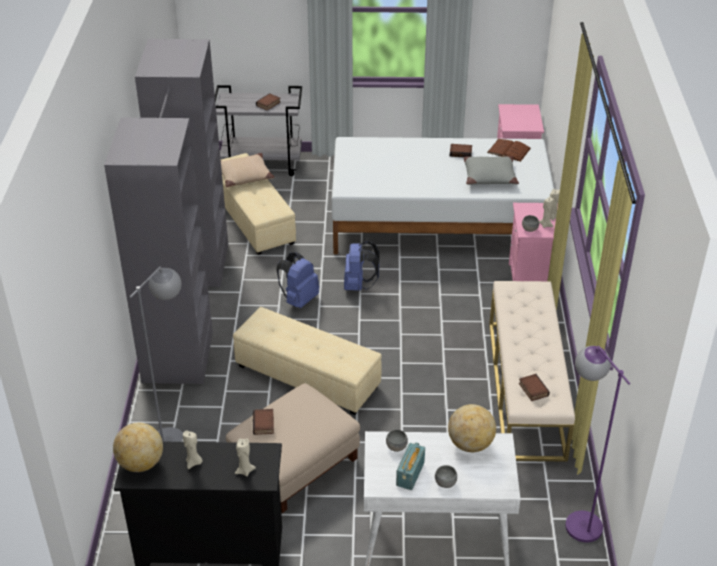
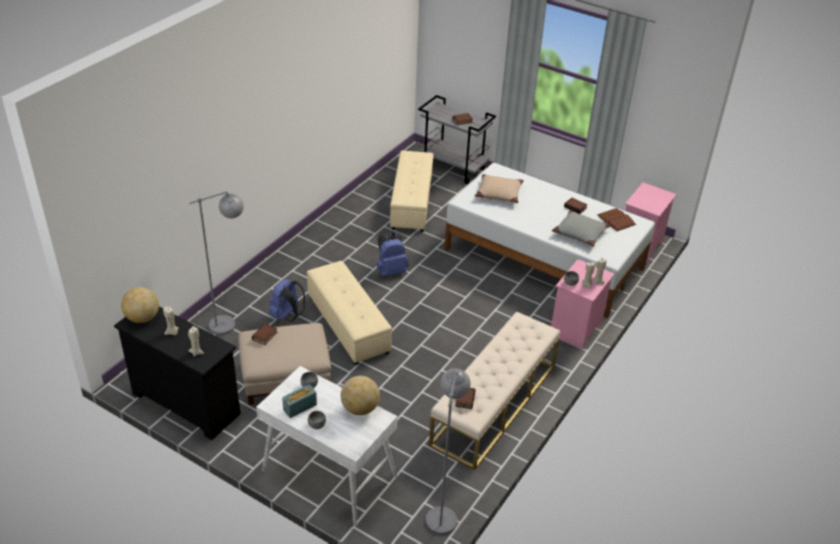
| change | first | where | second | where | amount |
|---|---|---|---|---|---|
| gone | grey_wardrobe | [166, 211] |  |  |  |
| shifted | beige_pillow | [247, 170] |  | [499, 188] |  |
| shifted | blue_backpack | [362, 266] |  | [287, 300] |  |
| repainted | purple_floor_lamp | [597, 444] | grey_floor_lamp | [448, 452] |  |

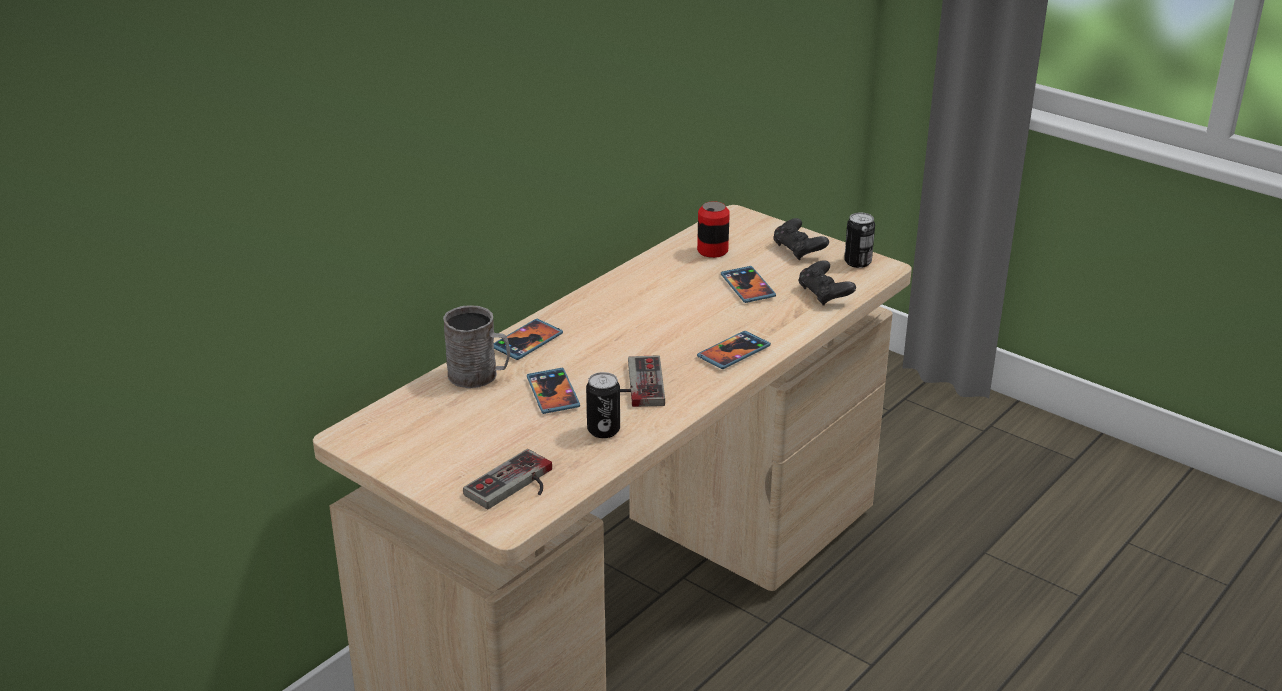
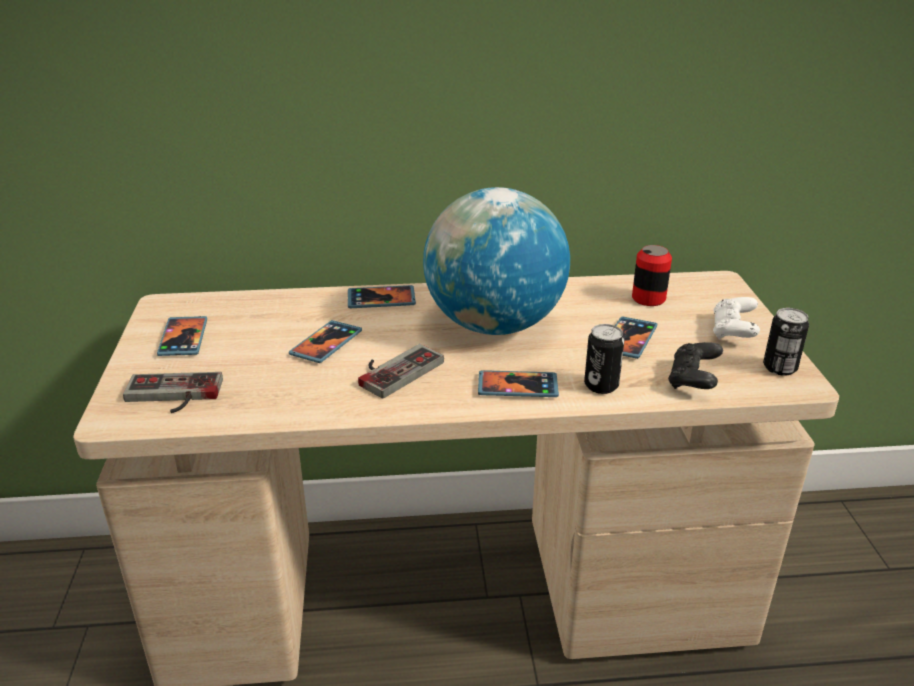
| change | first | where | second | where | amount |
|---|---|---|---|---|---|
| gone | grey_mug | [476, 346] |  |  |  |
| new |  |  | phone | [182, 336] |  |
| new |  |  | globe | [496, 261] |  |
| shifted | can | [603, 405] |  | [604, 359] |  |
| repainted | black_game_controller | [801, 239] | white_game_controller | [736, 318] |  |

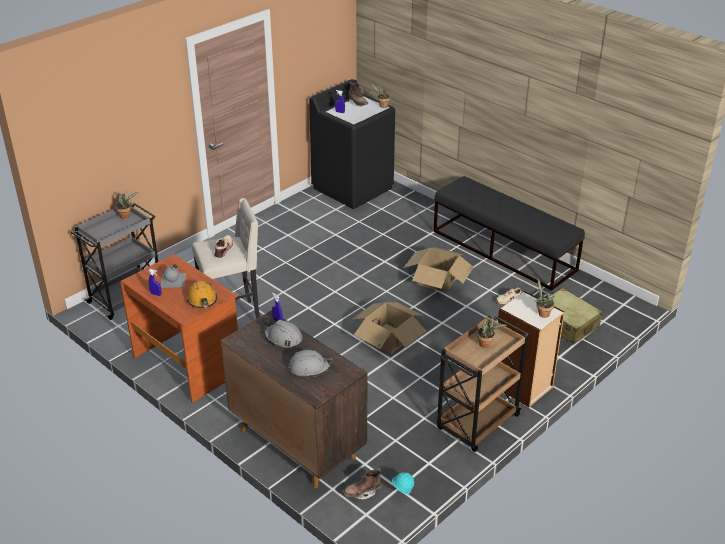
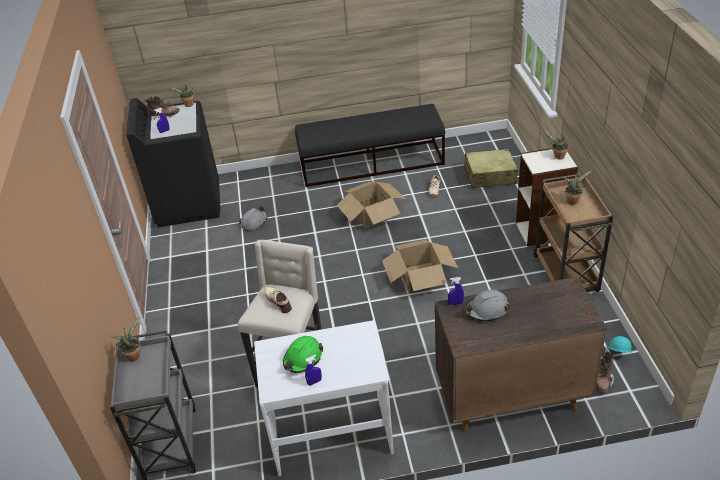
| change | first | where | second | where | amount |
|---|---|---|---|---|---|
| gone | orange_hard_hat | [201, 294] |  |  |  |
| shifted | grey_hard_hat | [310, 364] |  | [253, 218] |  |
| swapped | grey_bottle | [173, 276] | green_hard_hat | [303, 354] |  |
| repainted | brown_desk | [179, 328] | white_desk | [324, 398] |  |

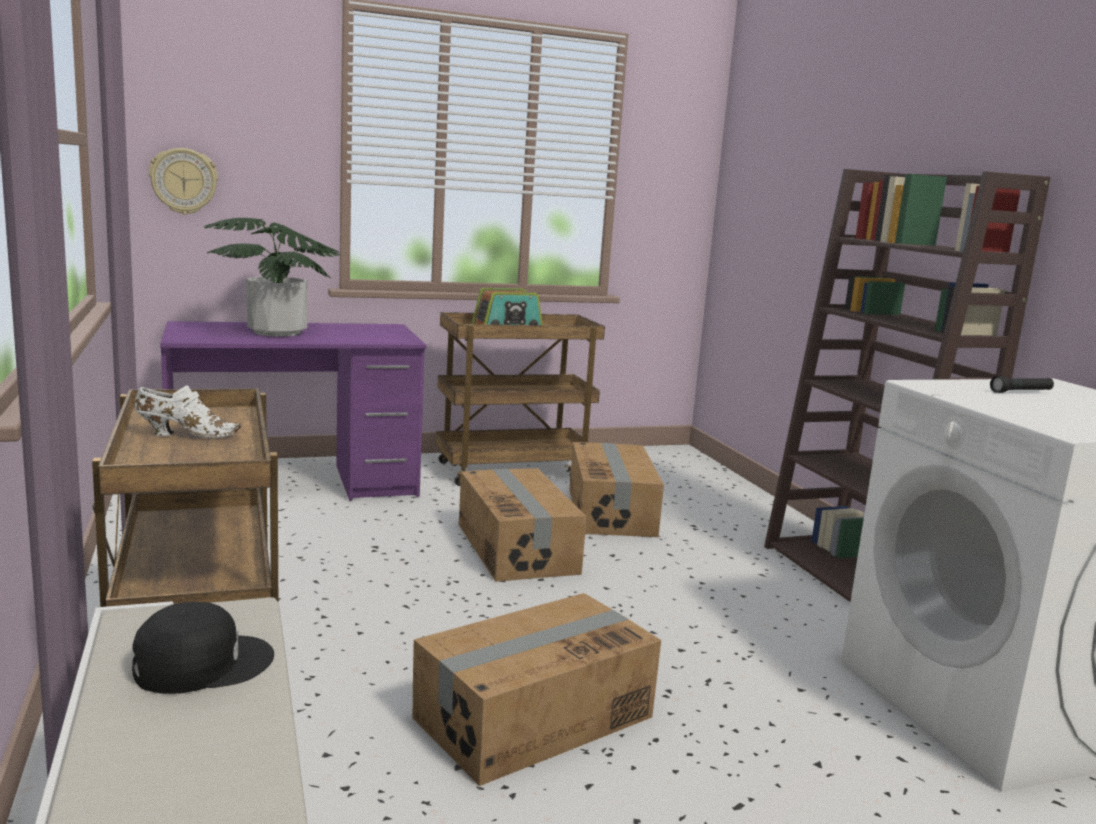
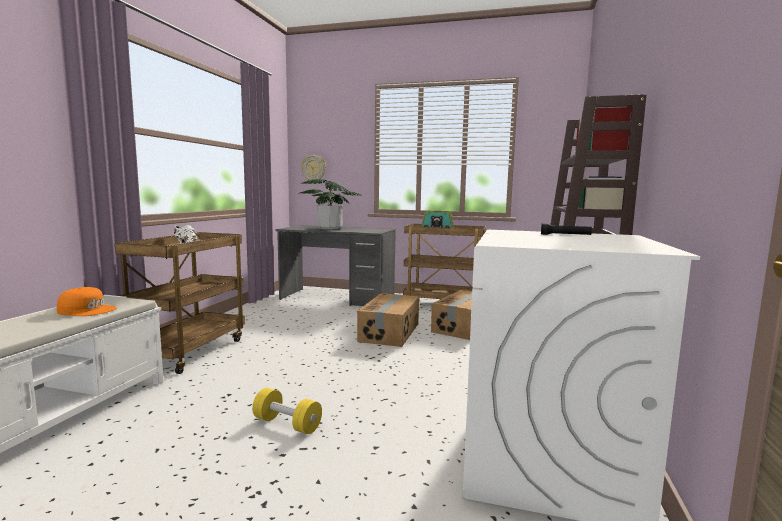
| change | first | where | second | where | amount |
|---|---|---|---|---|---|
| gone | cardboard_box | [537, 689] |  |  |  |
| new |  |  | yellow_dumbbell | [287, 411] |  |
| repainted | black_cap | [203, 648] | orange_cap | [87, 301] |  |
| repainted | purple_desk | [293, 411] | grey_desk | [336, 265] |  |

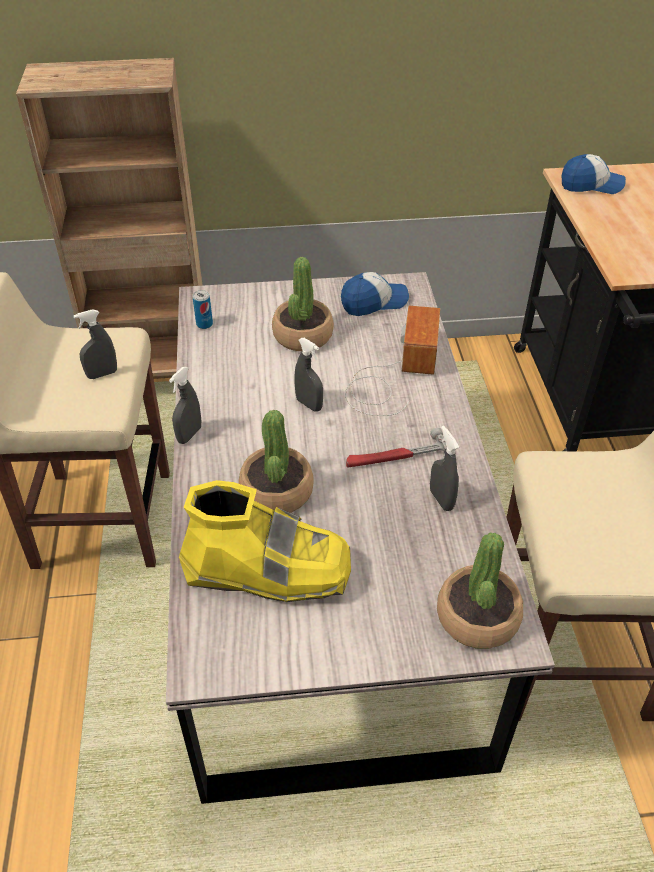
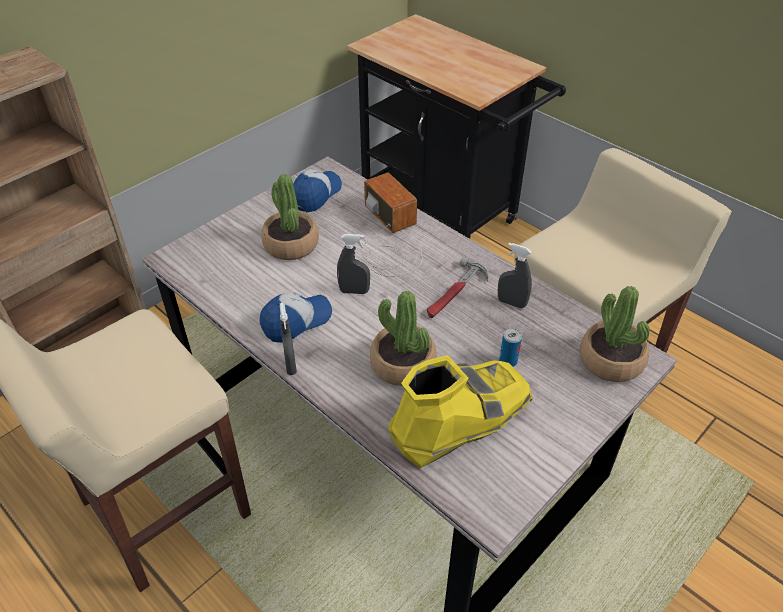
| change | first | where | second | where | amount |
|---|---|---|---|---|---|
| gone | grey_spray_bottle | [95, 344] |  |  |  |
| shifted | can | [202, 309] |  | [510, 347] |  |
| shifted | cap | [593, 174] |  | [296, 317] |  |

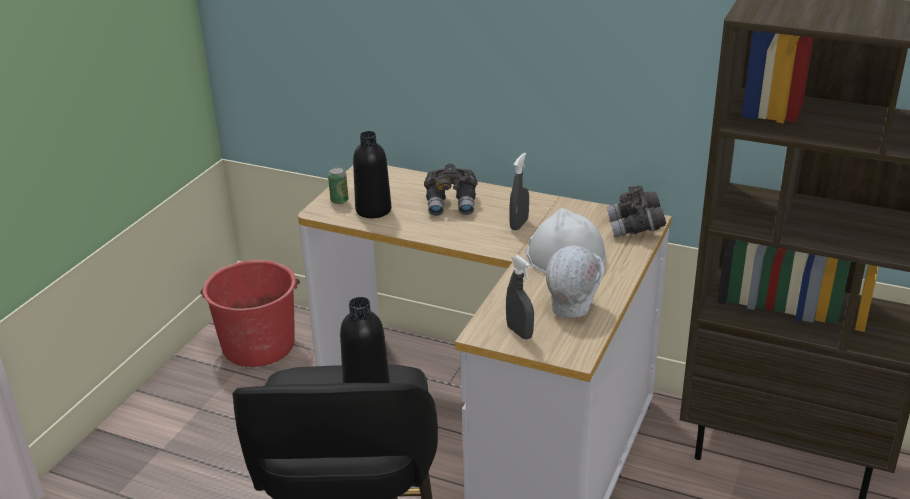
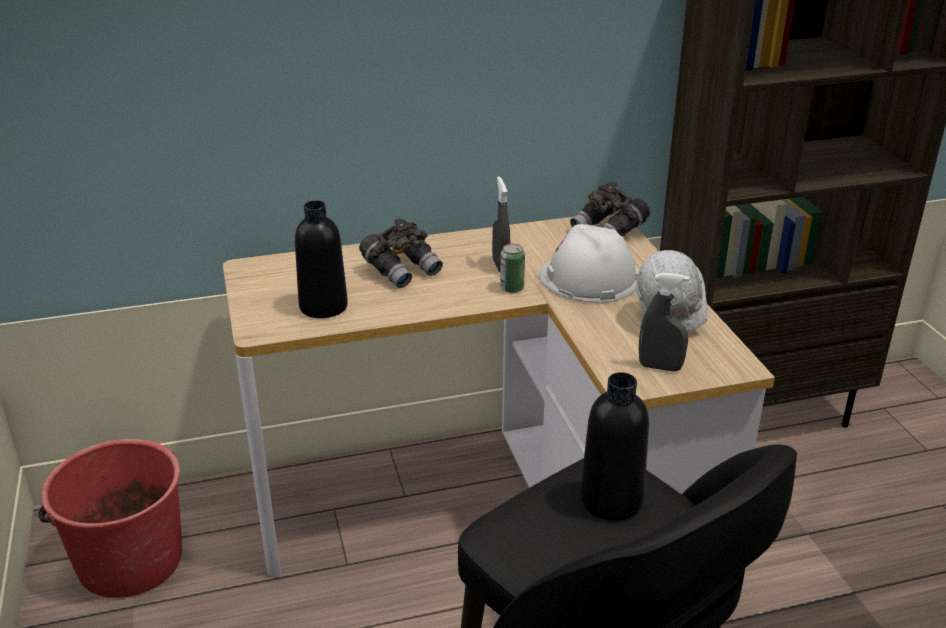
| change | first | where | second | where | amount |
|---|---|---|---|---|---|
| shifted | can | [338, 185] |  | [512, 268] |  |

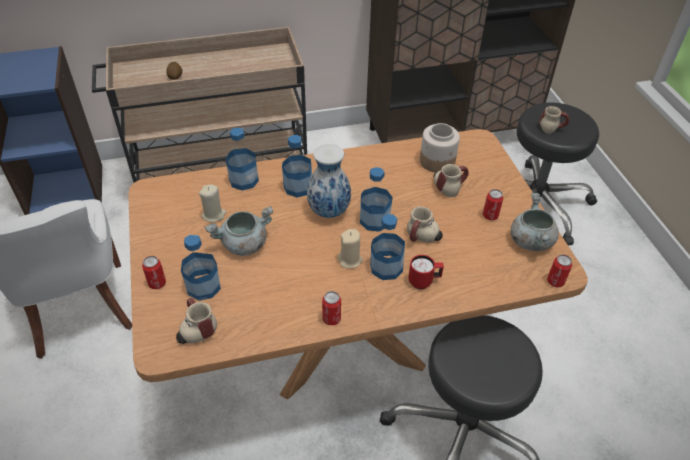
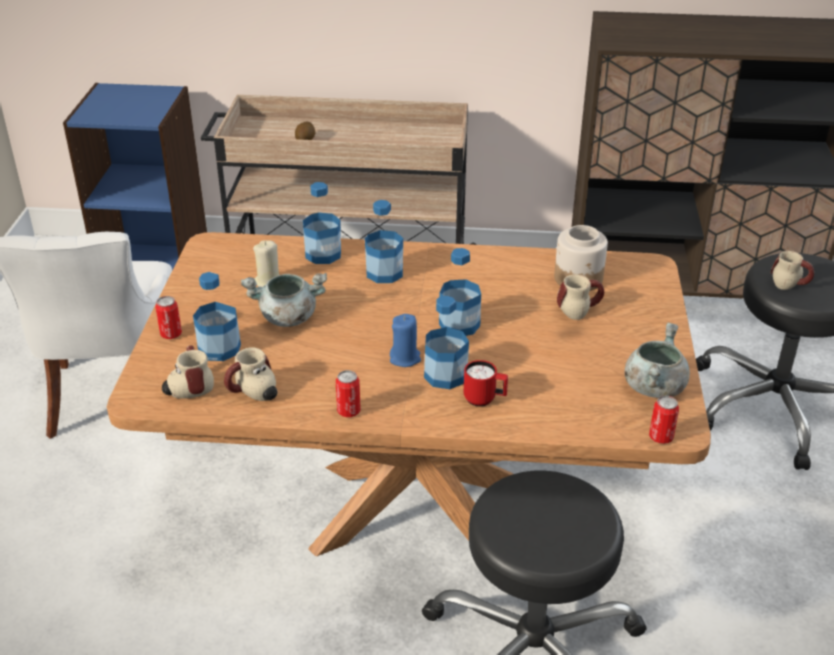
| change | first | where | second | where | amount |
|---|---|---|---|---|---|
| gone | vase | [329, 181] |  |  |  |
| gone | can | [493, 204] |  |  |  |
| shifted | mug | [425, 224] |  | [250, 374] |  |
| repainted | beige_candle | [350, 248] | blue_candle | [405, 340] |  |

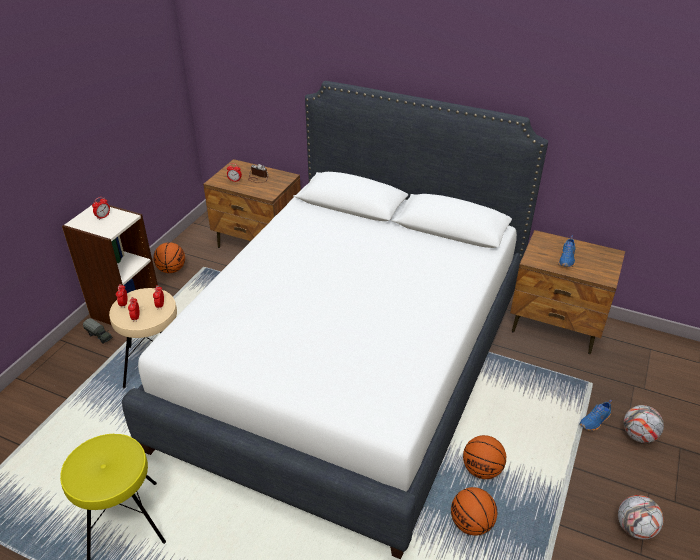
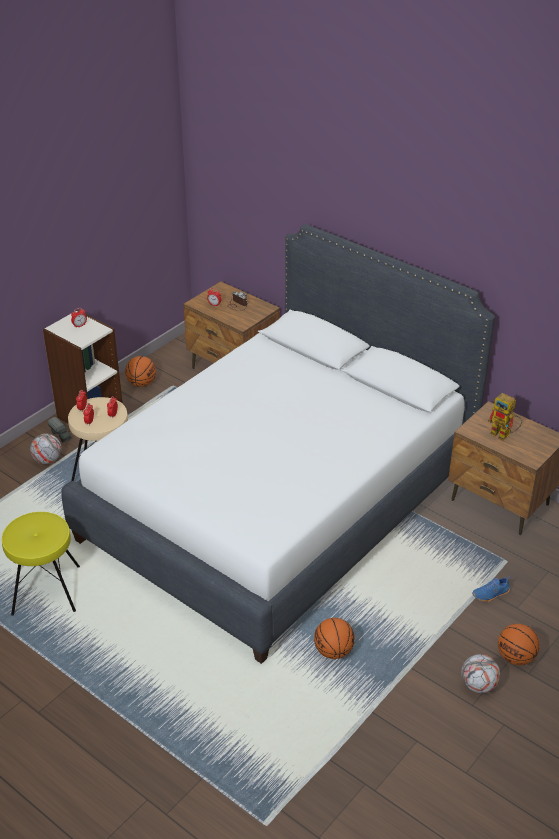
| change | first | where | second | where | amount |
|---|---|---|---|---|---|
| shifted | basketball | [484, 457] |  | [519, 644] |  |
| shifted | football | [644, 424] |  | [46, 449] |  |
| swapped | blue_shoe | [567, 251] | toy_robot | [504, 417] |  |

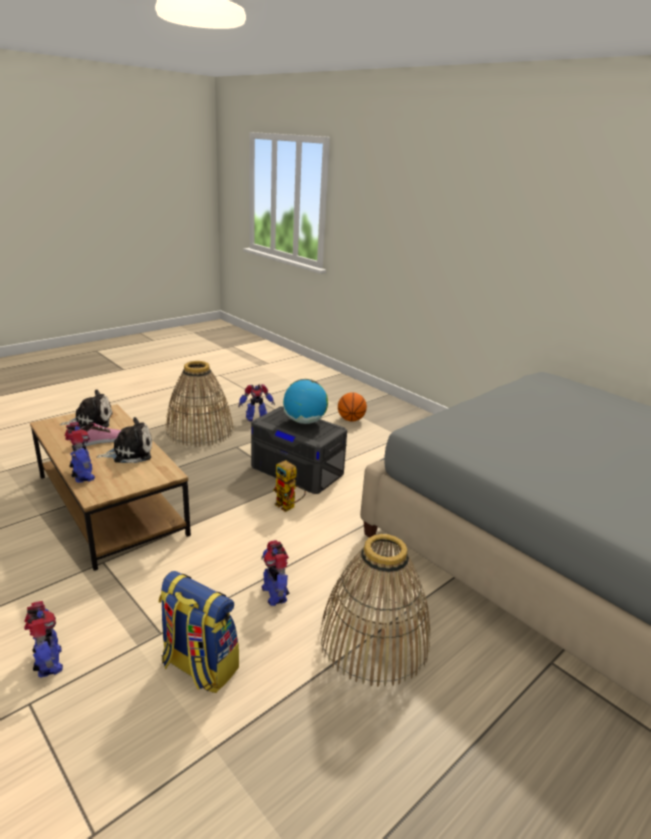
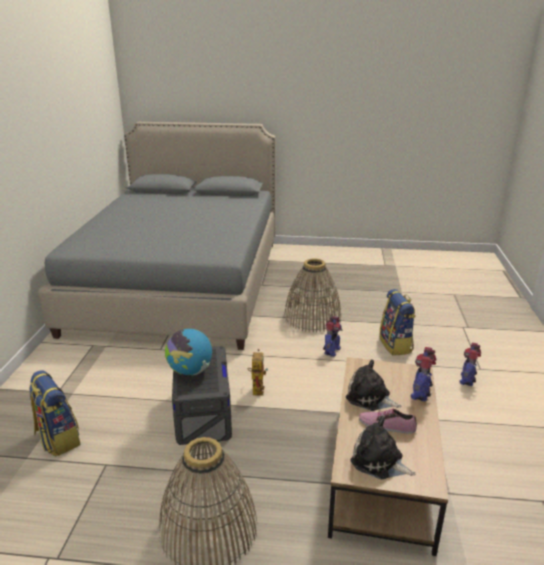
| change | first | where | second | where | amount |
|---|---|---|---|---|---|
| gone | toy_robot | [256, 403] |  |  |  |
| swapped | basketball | [352, 406] | backpack | [55, 413] |  |

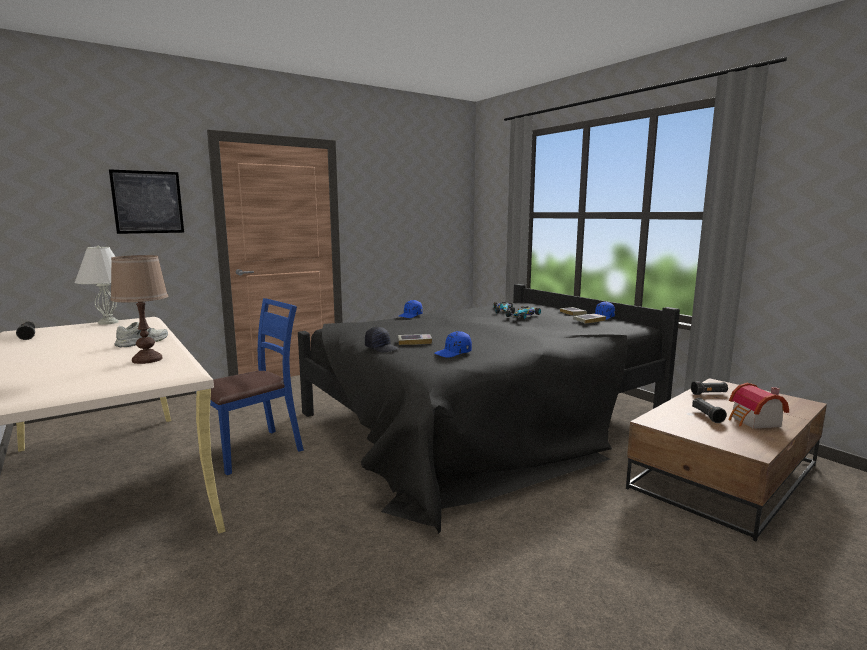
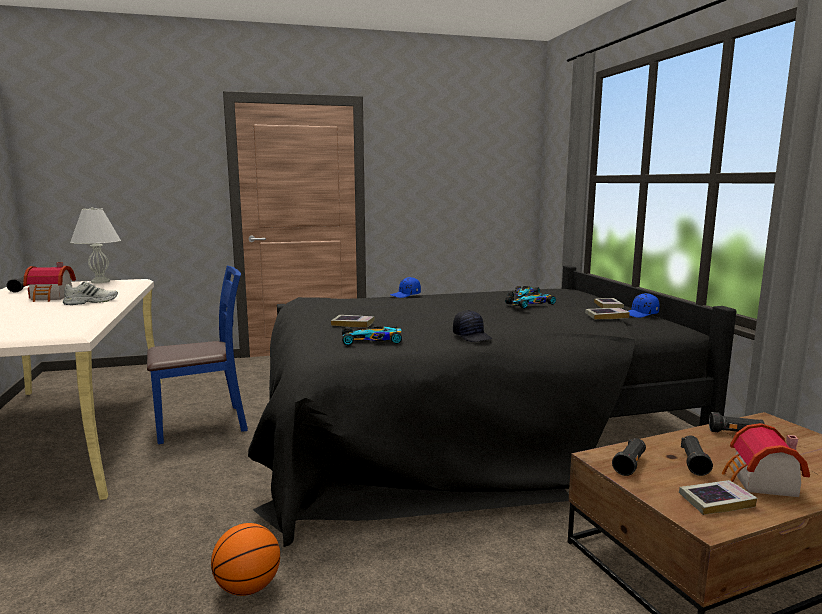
| change | first | where | second | where | amount |
|---|---|---|---|---|---|
| gone | picture | [146, 201] |  |  |  |
| gone | brown_table_lamp | [139, 309] |  |  |  |
| new |  |  | toy_house | [49, 282] |  |
| new |  |  | basketball | [245, 559] |  |
| new |  |  | black_flashlight | [629, 457] |  |
| new |  |  | book | [718, 497] |  |
| shifted | black_cap | [382, 340] |  | [472, 326] |  |
| swapped | blue_cap | [453, 344] | toy_car | [372, 335] |  |

